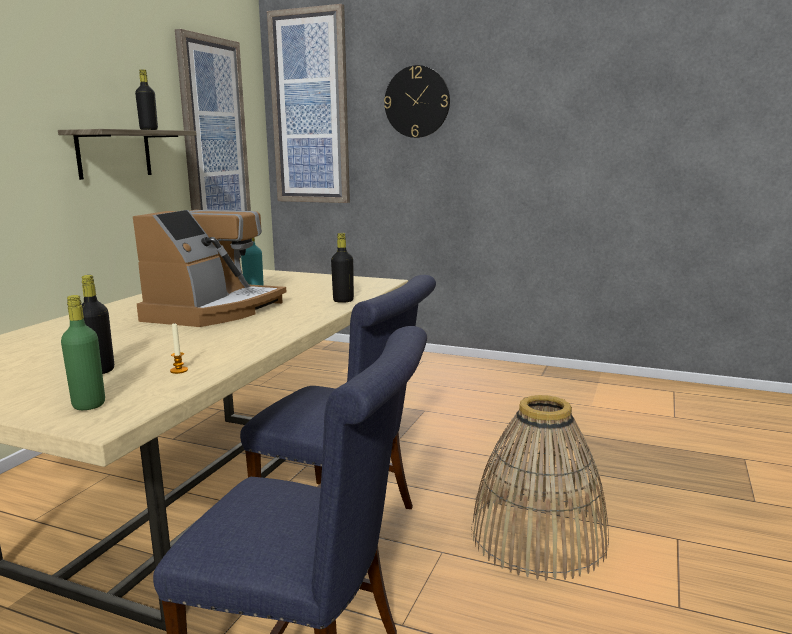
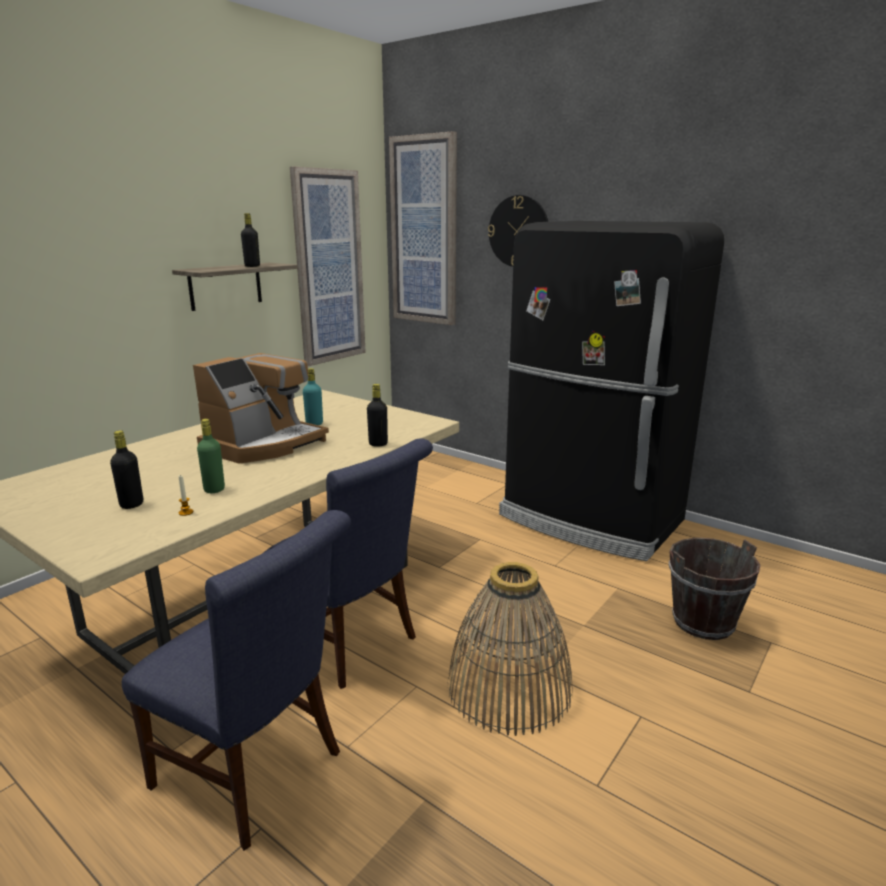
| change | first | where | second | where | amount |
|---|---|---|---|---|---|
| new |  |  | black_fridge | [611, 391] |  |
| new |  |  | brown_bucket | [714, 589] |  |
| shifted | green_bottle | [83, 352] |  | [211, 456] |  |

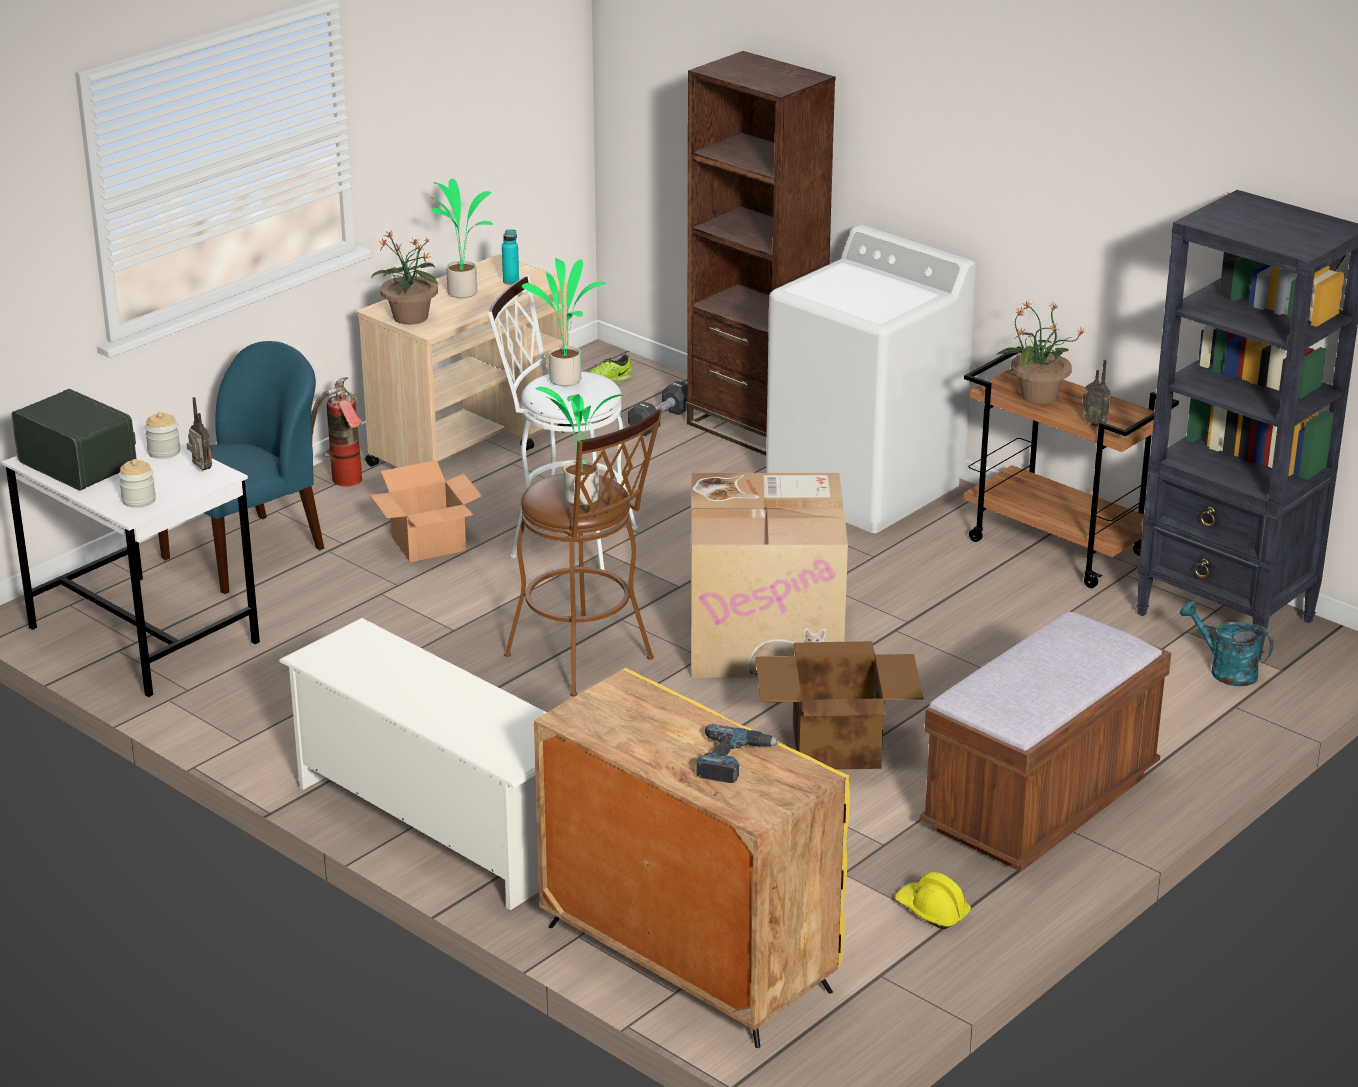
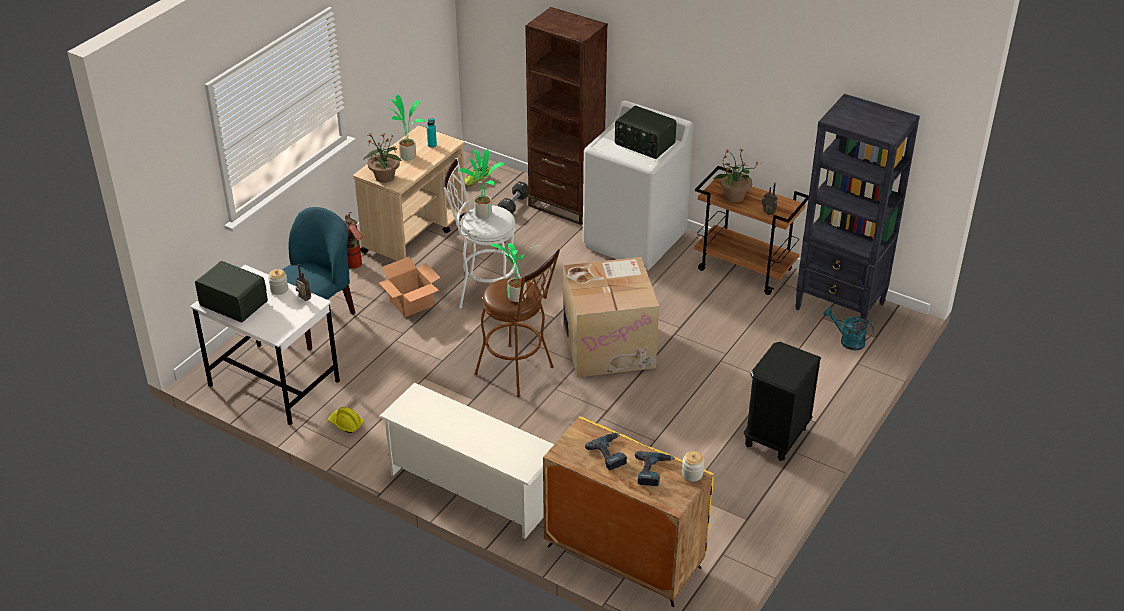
| change | first | where | second | where | amount |
|---|---|---|---|---|---|
| gone | cardboard_box | [839, 705] |  |  |  |
| new |  |  | power_drill | [606, 451] |  |
| new |  |  | radio | [646, 132] |  |
| shifted | jar | [137, 483] |  | [693, 466] |  |
| shifted | yellow_hard_hat | [933, 900] |  | [346, 420] |  |
| swapped | brown_bench | [1045, 742] | black_nightstand | [782, 401] |  |

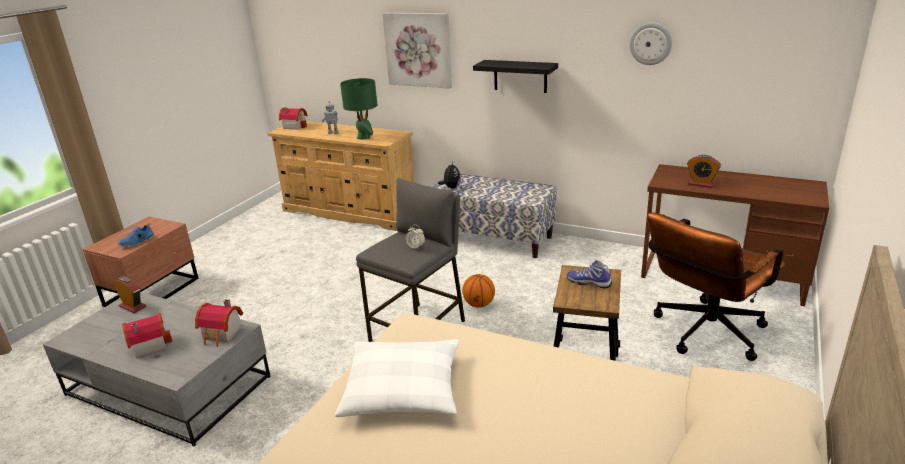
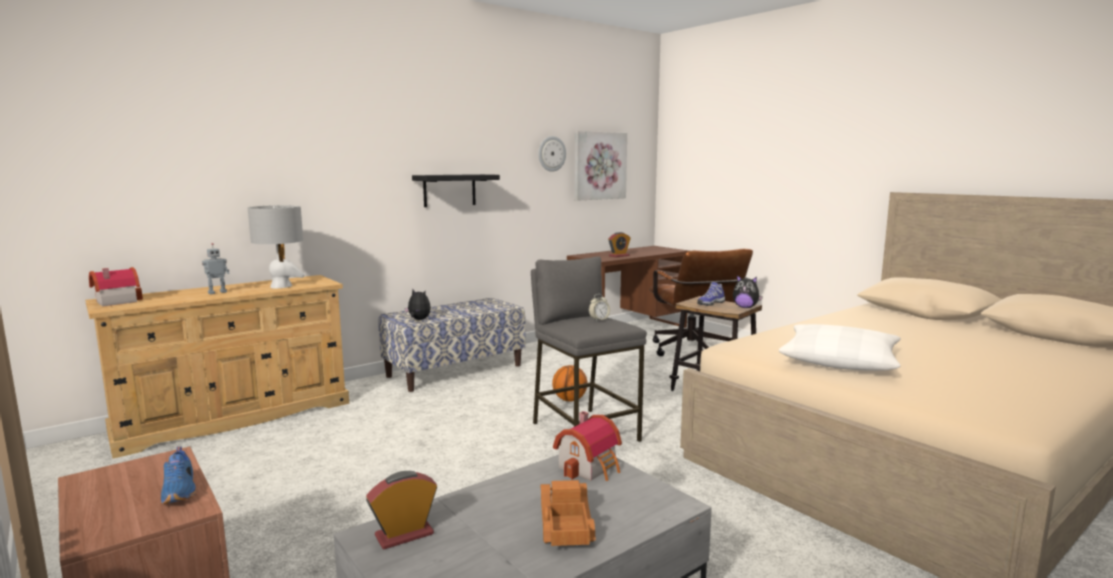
| change | first | where | second | where | amount |
|---|---|---|---|---|---|
| new |  |  | plush_toy | [748, 291] |  |
| shifted | picture | [417, 51] |  | [601, 166] |  |
| swapped | toy_house | [147, 335] | toy_truck | [568, 513] |  |
| repainted | green_table_lamp | [358, 109] | grey_table_lamp | [276, 247] |  |

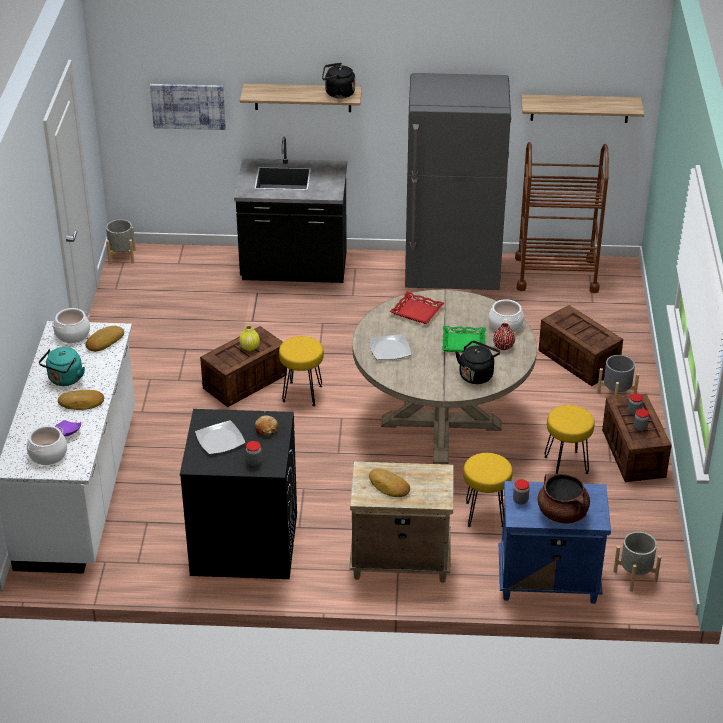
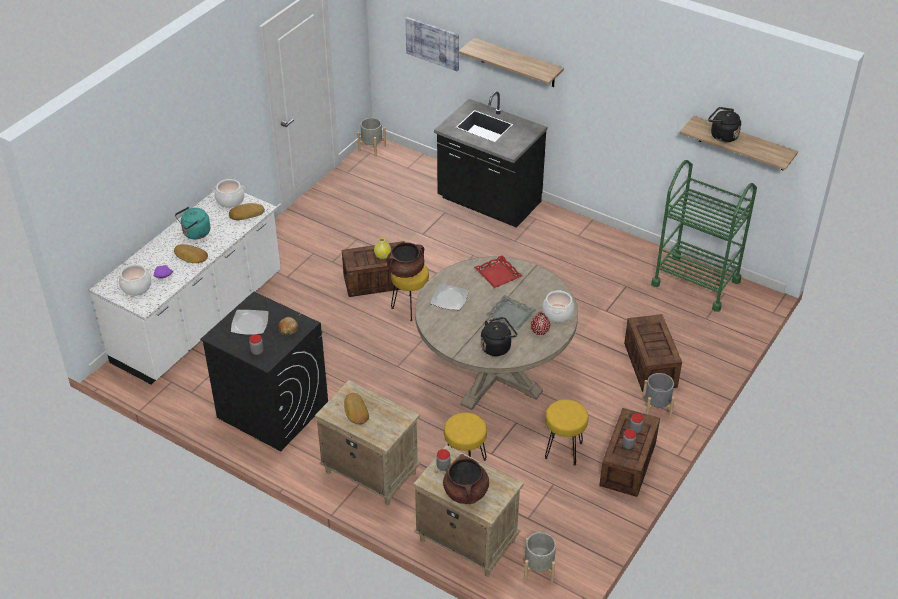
| change | first | where | second | where | amount |
|---|---|---|---|---|---|
| gone | grey_fridge | [458, 181] |  |  |  |
| new |  |  | brown_cooking_pot | [405, 260] |  |
| shifted | black_kettle | [338, 81] |  | [724, 124] |  |
| repainted | green_tray | [464, 339] | grey_tray | [511, 312] |  |
| repainted | blue_nightstand | [555, 542] | beige_nightstand | [468, 511] |  |
| repainted | brown_cart | [562, 217] | green_cart | [704, 236] |  |

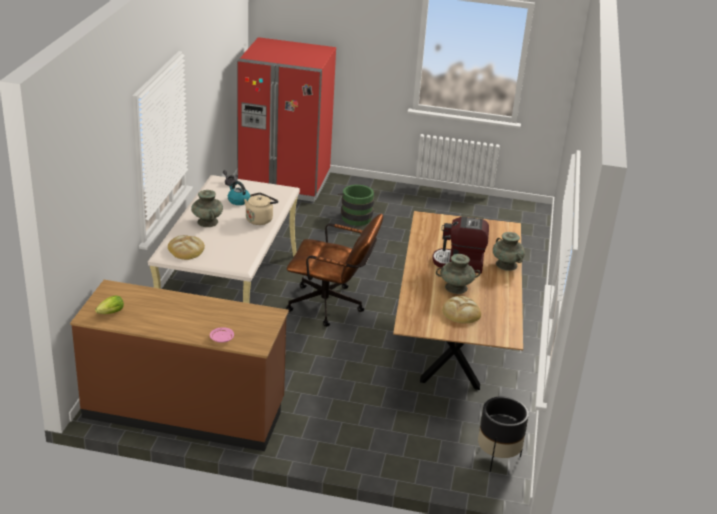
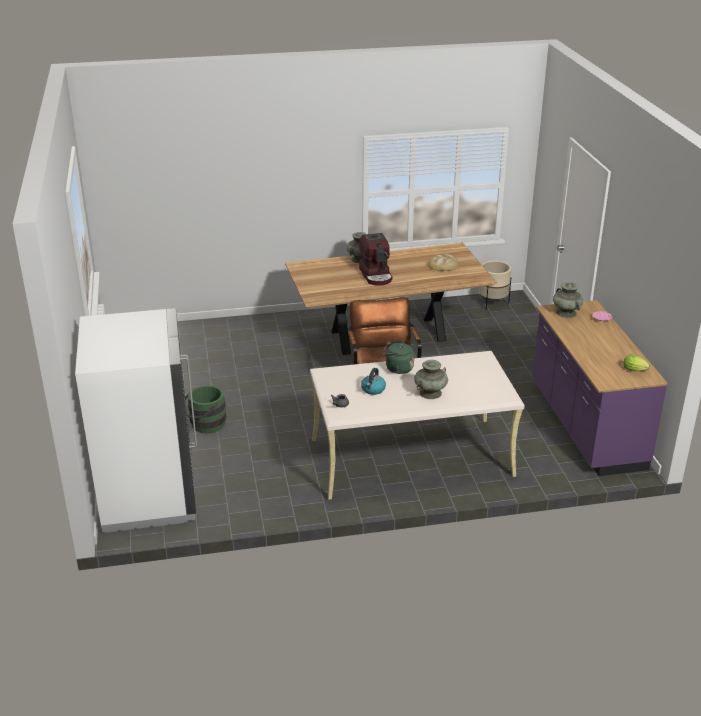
| change | first | where | second | where | amount |
|---|---|---|---|---|---|
| gone | bread | [186, 247] |  |  |  |
| shifted | turquoise_vase | [458, 274] |  | [568, 300] |  |
| repainted | brown_counter | [179, 365] | purple_counter | [600, 388] |  |
| repainted | red_fridge | [286, 119] | white_fridge | [136, 420] |  |
| repainted | beige_kettle | [261, 209] | green_kettle | [398, 357] |  |
| repainted | black_planter | [503, 434] | beige_planter | [495, 285] |  |

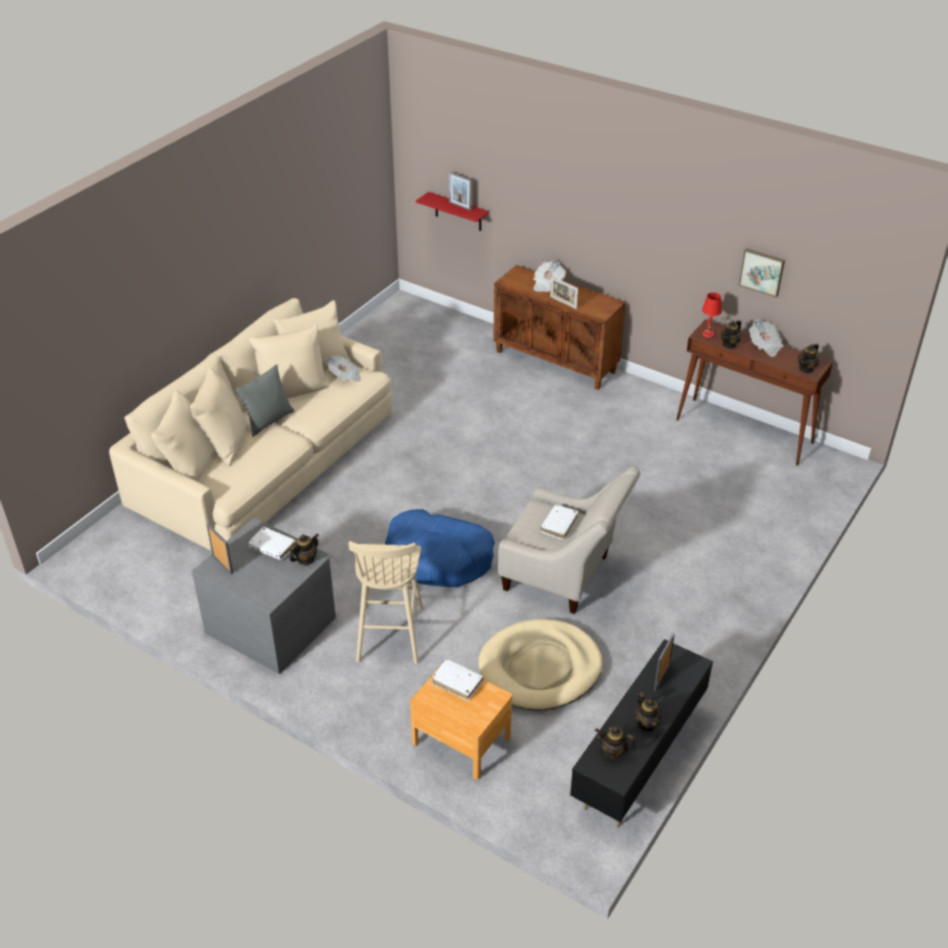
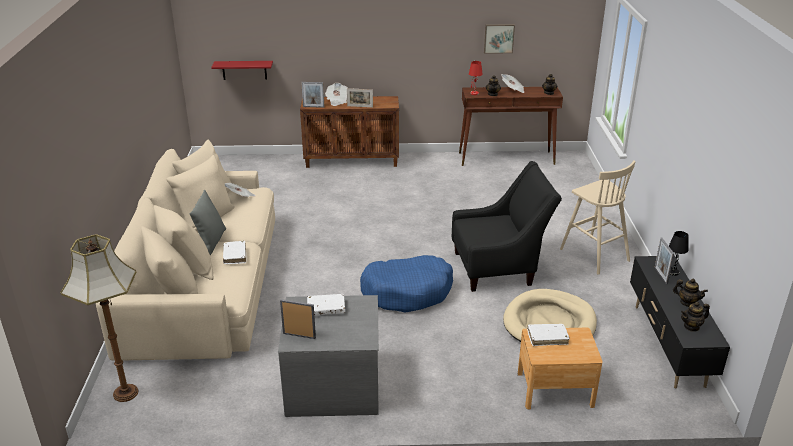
| change | first | where | second | where | amount |
|---|---|---|---|---|---|
| gone | teapot | [304, 549] |  |  |  |
| new |  |  | floor_lamp | [99, 318] |  |
| new |  |  | black_table_lamp | [679, 253] |  |
| shifted | beige_stool | [385, 602] |  | [598, 217] |  |
| shifted | picture_frame | [460, 191] |  | [313, 95] |  |
| shifted | white_book | [559, 522] |  | [234, 252] |  |
| repainted | beige_armchair | [569, 540] | black_armchair | [507, 226] |  |

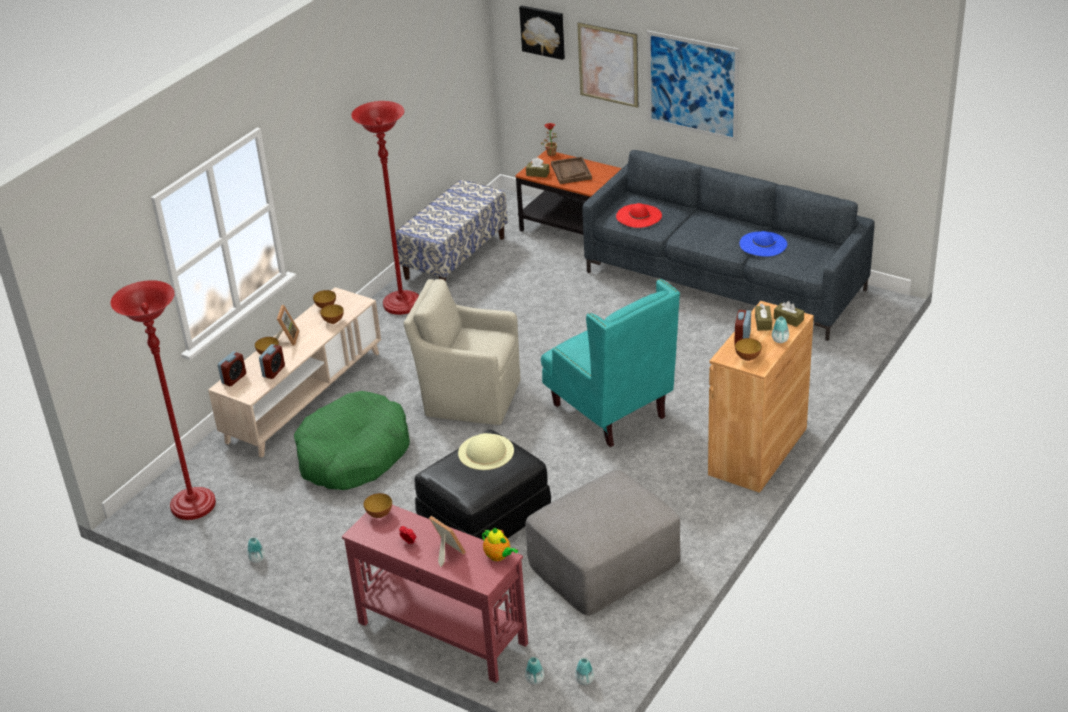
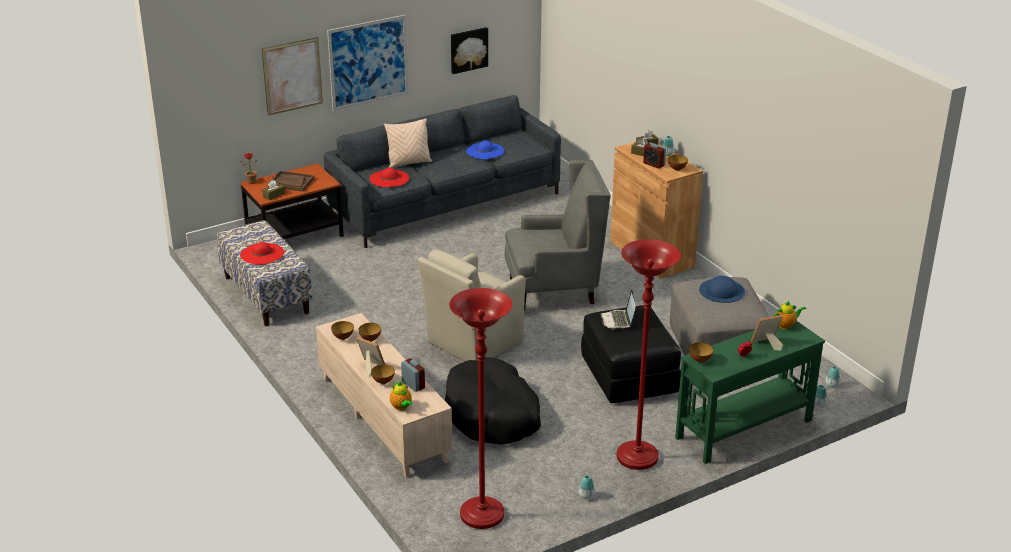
| change | first | where | second | where | amount |
|---|---|---|---|---|---|
| new |  |  | red_hat | [262, 253] |  |
| new |  |  | beige_pillow | [408, 143] |  |
| new |  |  | blue_hat | [722, 289] |  |
| shifted | red_floor_lamp | [385, 208] |  | [649, 354] |  |
| shifted | picture | [542, 32] |  | [469, 50] |  |
| swapped | alarm_clock | [232, 369] | teapot | [401, 396] |  |
| swapped | beige_hat | [486, 451] | laptop | [618, 309] |  |
| repainted | green_dog_bed | [352, 440] | black_dog_bed | [493, 401] |  |
| repainted | red_console_table | [435, 594] | green_console_table | [750, 392] |  |
| repainted | turquoise_armchair | [610, 363] | grey_armchair | [557, 235] |  |

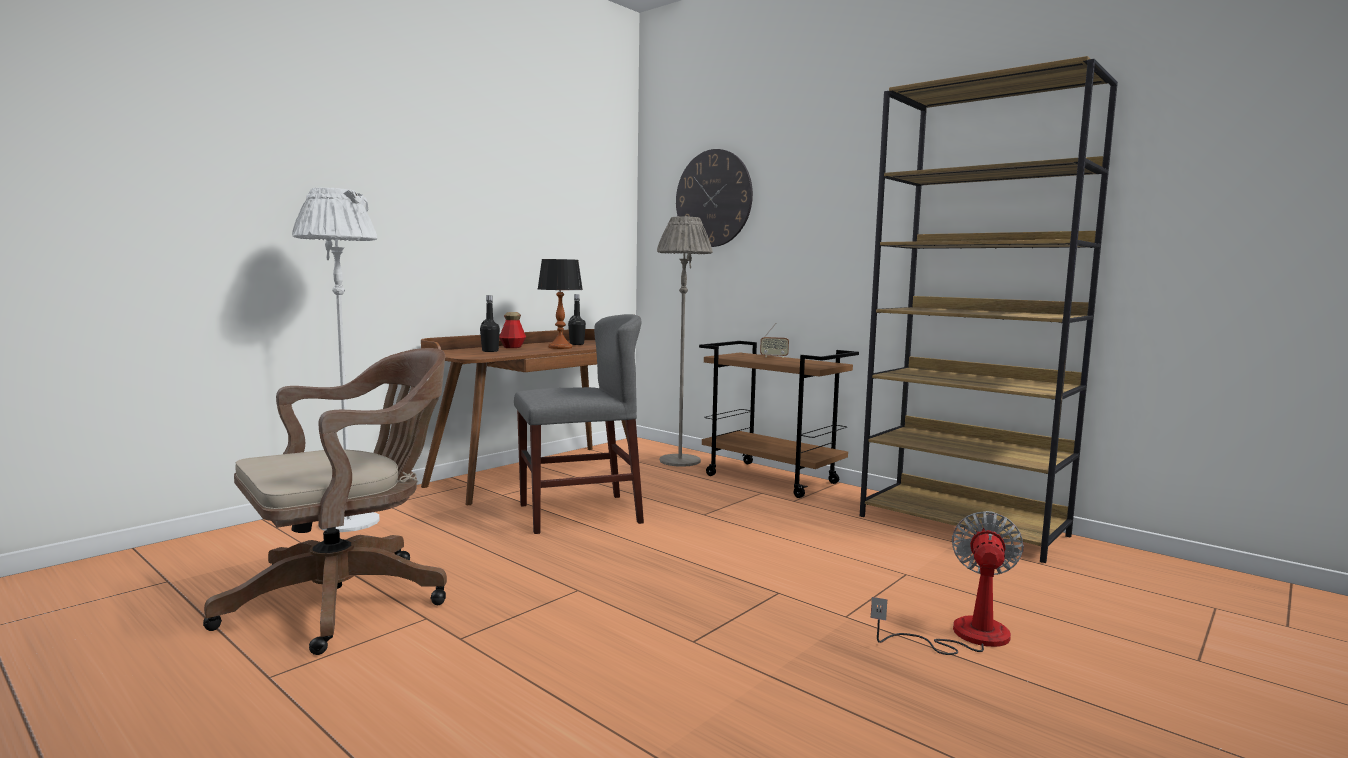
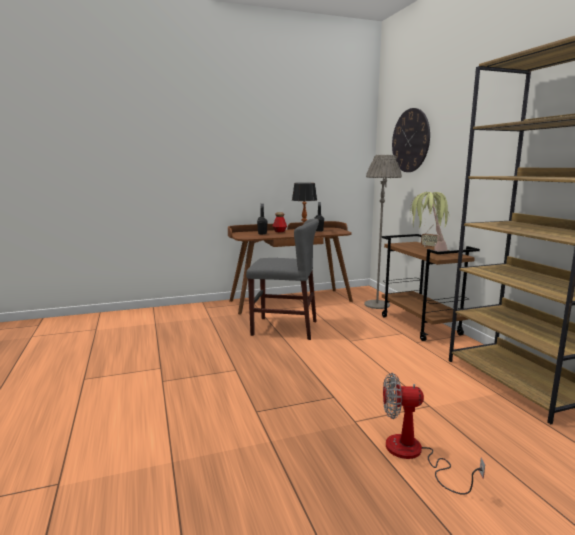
| change | first | where | second | where | amount |
|---|---|---|---|---|---|
| gone | brown_office_chair | [325, 501] |  |  |  |
| gone | white_floor_lamp | [336, 359] |  |  |  |
| new |  |  | potted_plant | [429, 223] |  |
| rotated | fan | [947, 583] |  | [434, 434] | 135 degrees counterclockwise |

